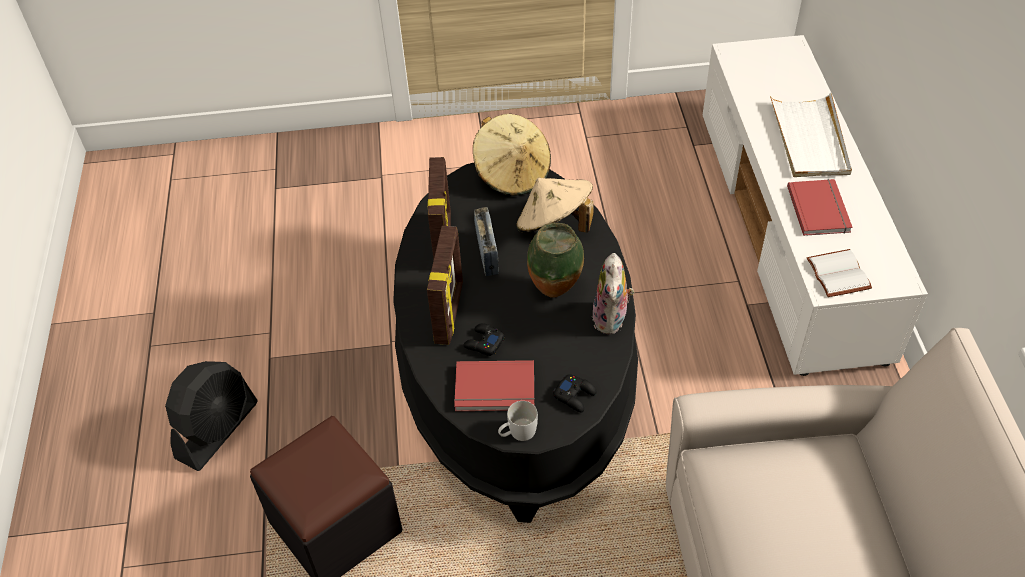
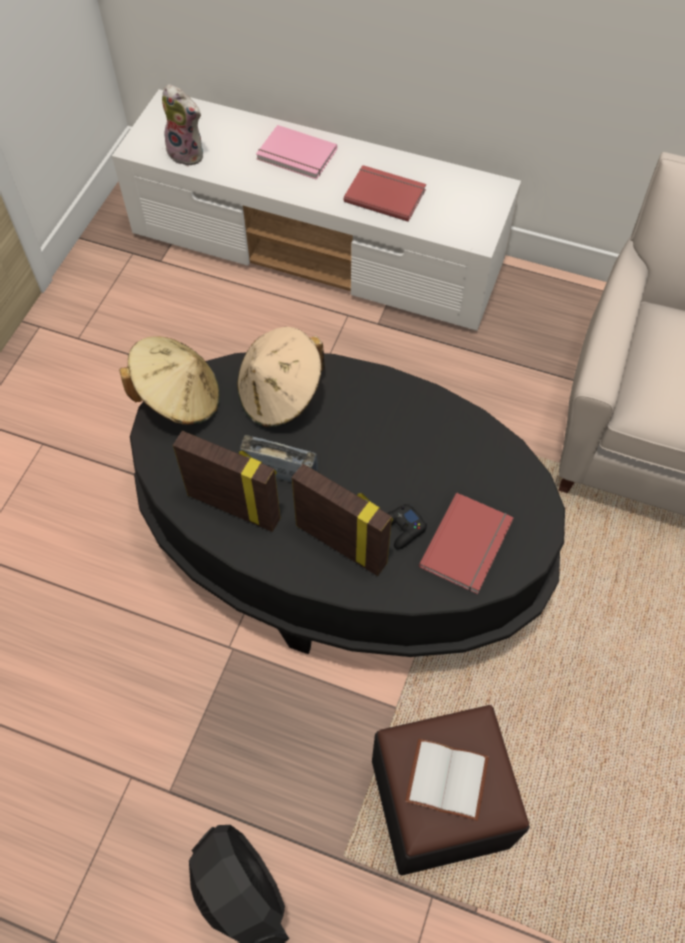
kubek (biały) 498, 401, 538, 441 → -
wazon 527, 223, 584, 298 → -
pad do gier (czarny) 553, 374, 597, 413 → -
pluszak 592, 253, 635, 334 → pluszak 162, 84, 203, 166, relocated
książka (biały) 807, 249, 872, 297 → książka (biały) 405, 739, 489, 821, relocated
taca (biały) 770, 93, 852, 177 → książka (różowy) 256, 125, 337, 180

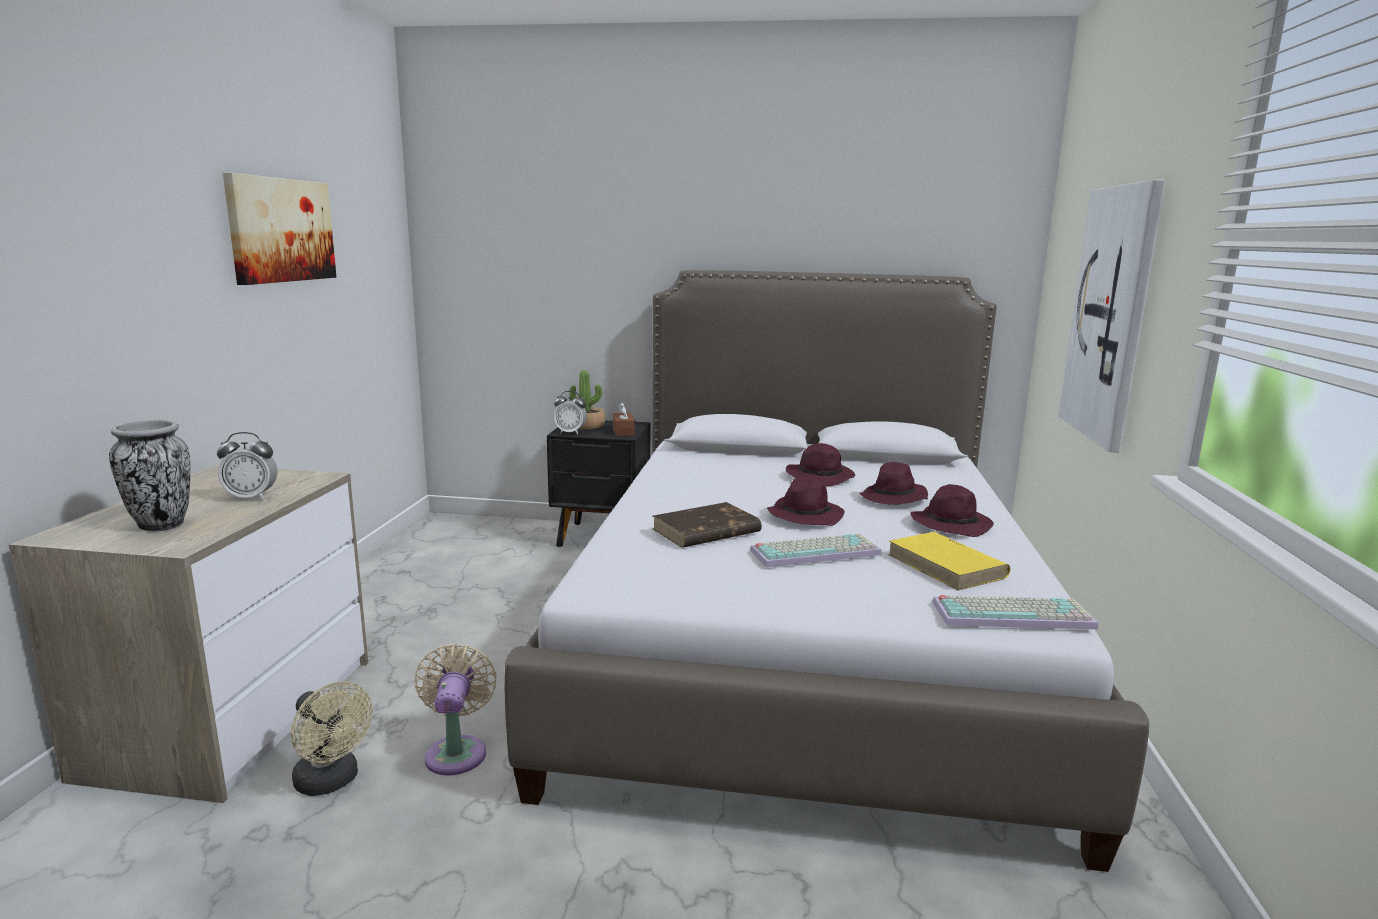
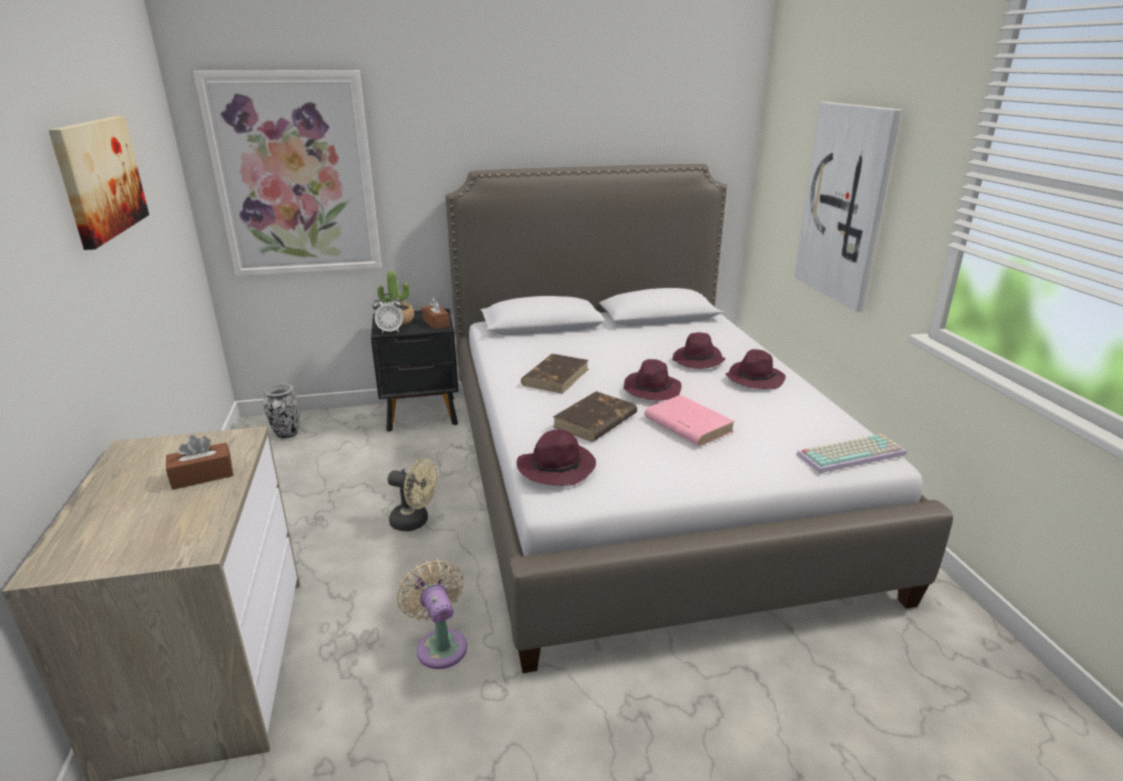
książka (żółty) 888, 532, 1011, 591 → -
- → obraz 193, 70, 382, 276
- → książka (brązowy) 521, 354, 589, 394
wazon 109, 420, 190, 531 → wazon 263, 383, 300, 438, relocated
wentylator (beżowy) 291, 681, 372, 796 → wentylator (beżowy) 388, 458, 437, 531, relocated
kapelusz (fioletowy) 786, 443, 855, 486 → kapelusz (fioletowy) 517, 429, 596, 486, relocated
budzik 217, 432, 278, 501 → pudełko chusteczek (brązowy) 166, 435, 233, 490
klawiatura 750, 533, 882, 567 → książka (różowy) 644, 395, 735, 446

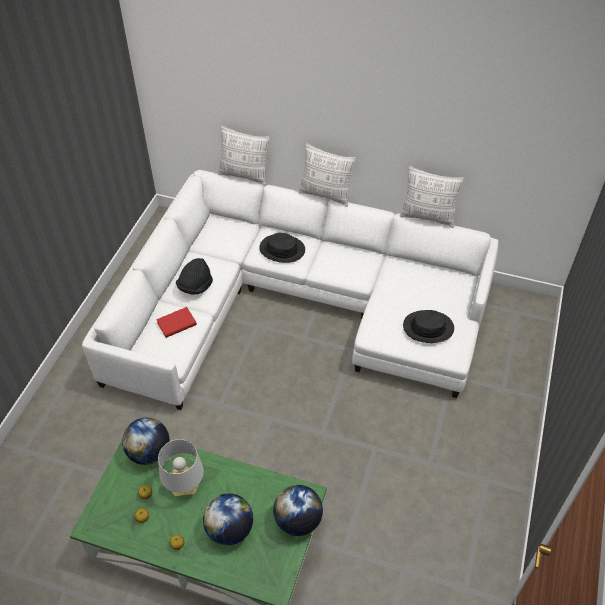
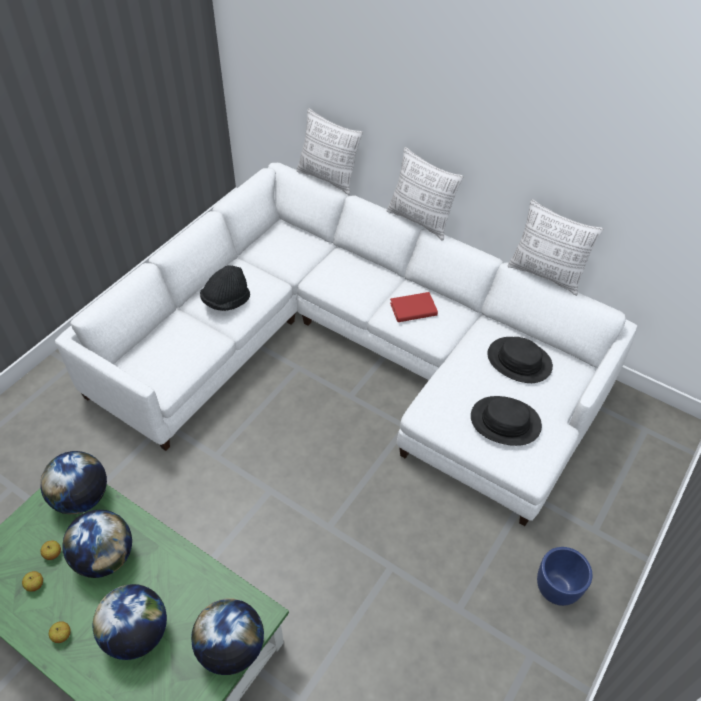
- → donica (niebieski) 537, 547, 592, 606
książka (czerwony) 156, 307, 197, 338 → książka (czerwony) 390, 292, 438, 322, relocated
kapelusz (czarny) 259, 233, 305, 263 → kapelusz (czarny) 487, 337, 553, 383, relocated
lampa stołowa (szary) 158, 439, 204, 496 → globus 62, 510, 132, 578

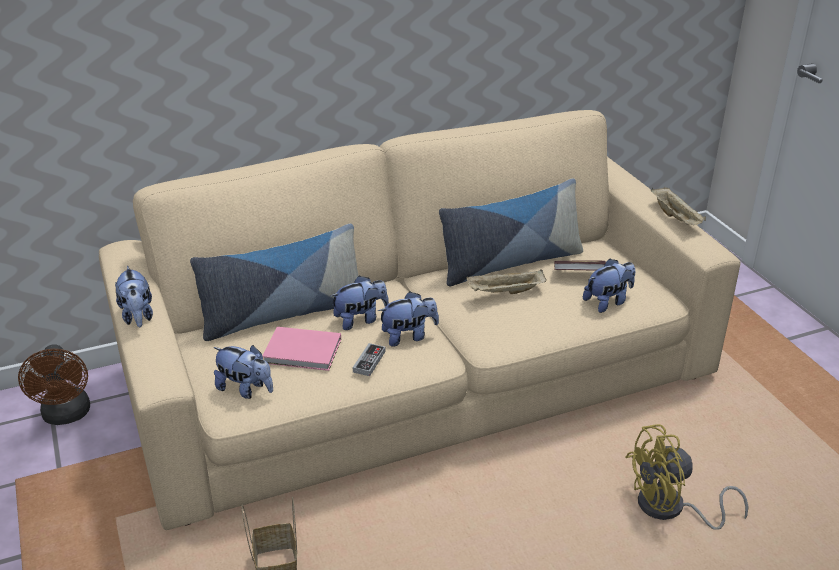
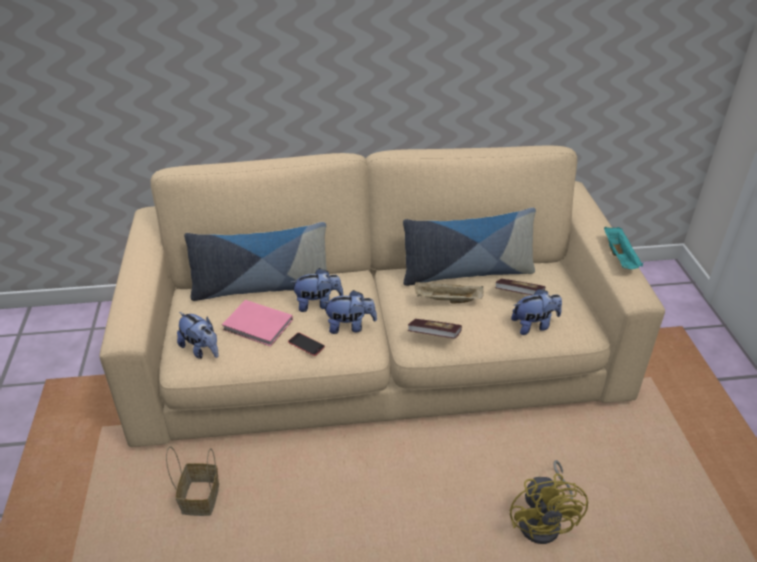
wentylator (brązowy) 18, 344, 90, 425 → -
pluszak 115, 266, 153, 327 → -
- → książka 408, 319, 462, 339
pad do gier 353, 343, 386, 376 → telefon 288, 333, 325, 356
taca (beżowy) 651, 187, 706, 225 → taca (turkusowy) 604, 226, 643, 269
wentylator (żółty) 625, 424, 748, 530 → wentylator (żółty) 510, 460, 588, 544, 90 degrees counterclockwise

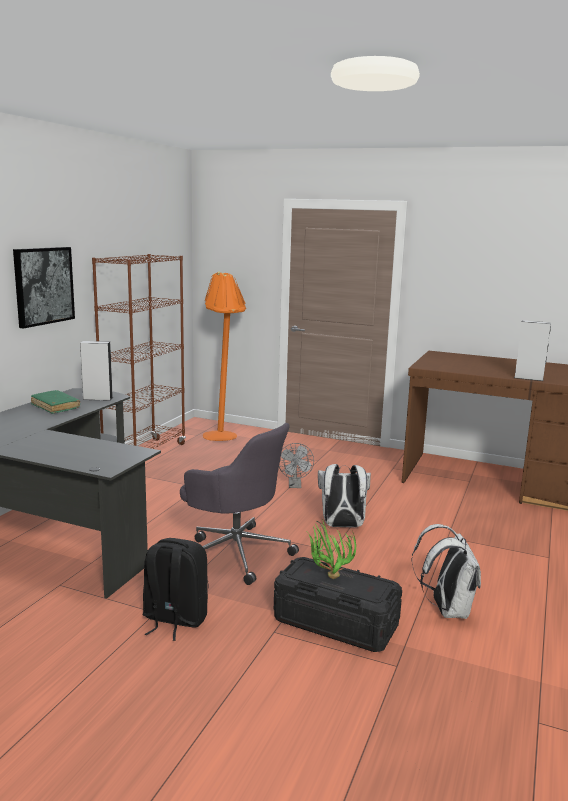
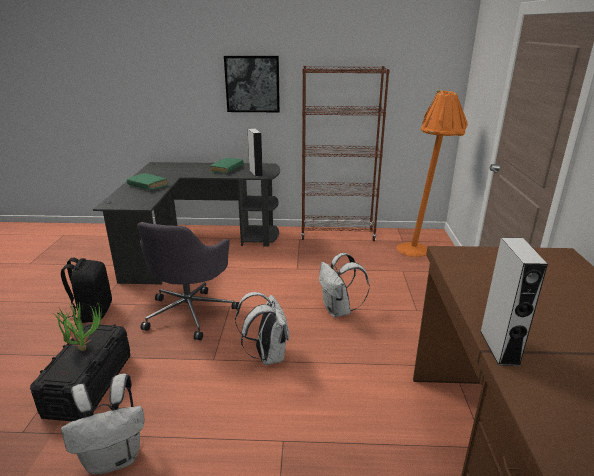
- → książka (zielony) 127, 173, 168, 190
wentylator (szary) 279, 443, 314, 488 → plecak (biały) 319, 253, 370, 318

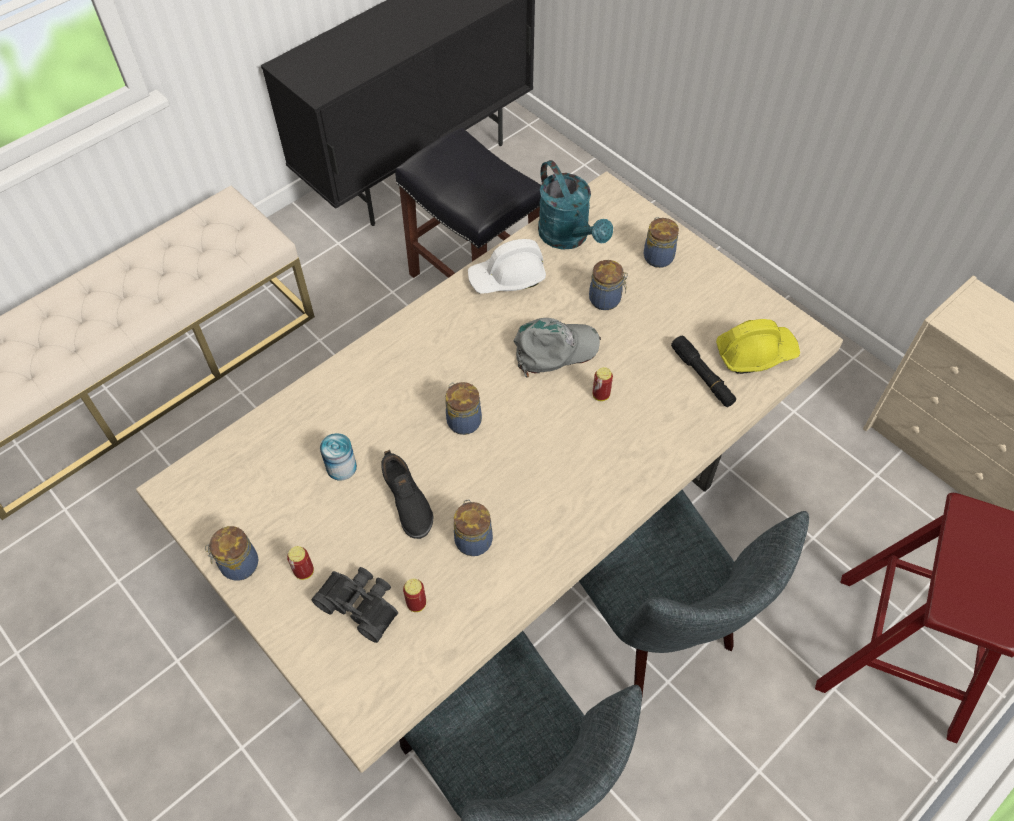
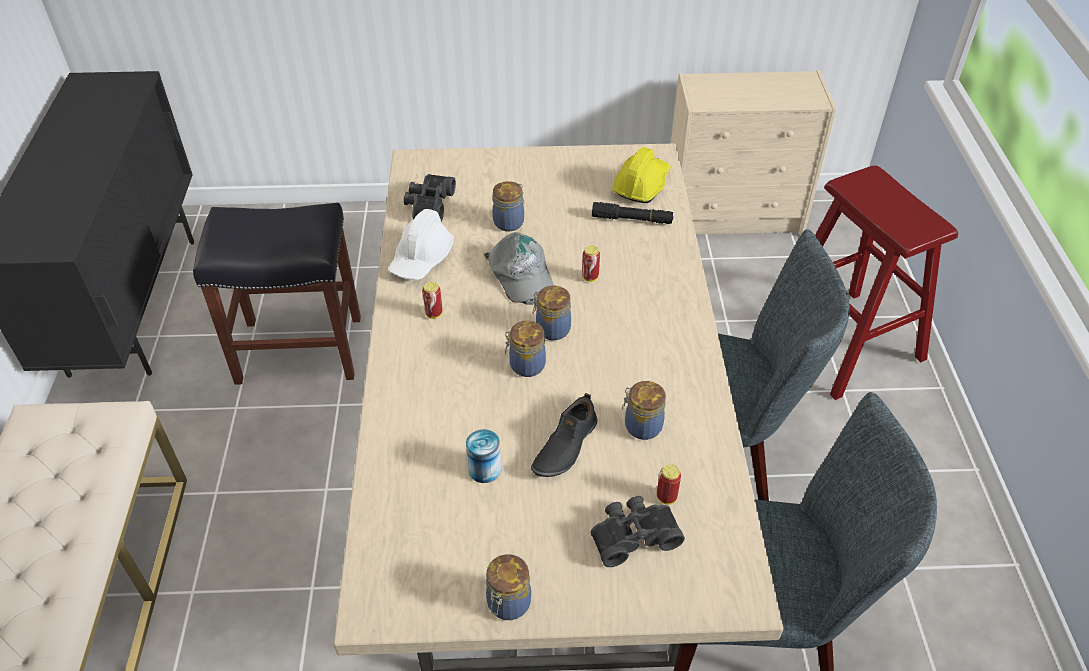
puszka 287, 546, 314, 580 → puszka 422, 282, 443, 319, relocated
słoik 643, 217, 679, 268 → słoik 533, 286, 571, 340, relocated
konewka (turkusowy) 538, 160, 613, 250 → lornetka (czarny) 404, 174, 456, 222
but (czarny) 381, 450, 433, 539 → but (czarny) 531, 393, 597, 477, 105 degrees clockwise
czapka z daszkiem (szary) 514, 318, 601, 378 → czapka z daszkiem (szary) 484, 232, 554, 305, 135 degrees clockwise

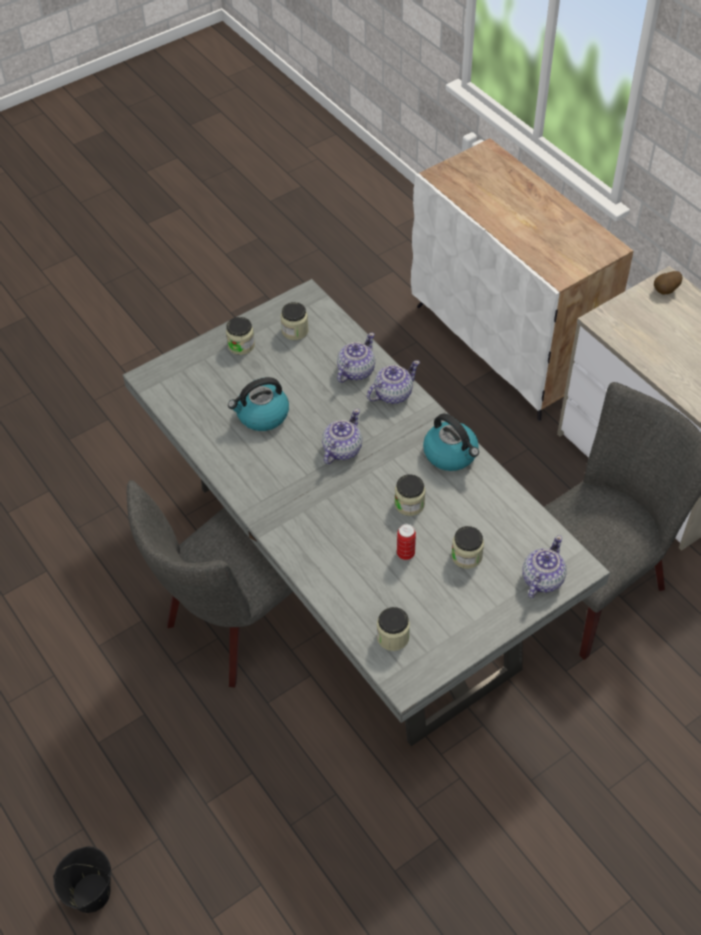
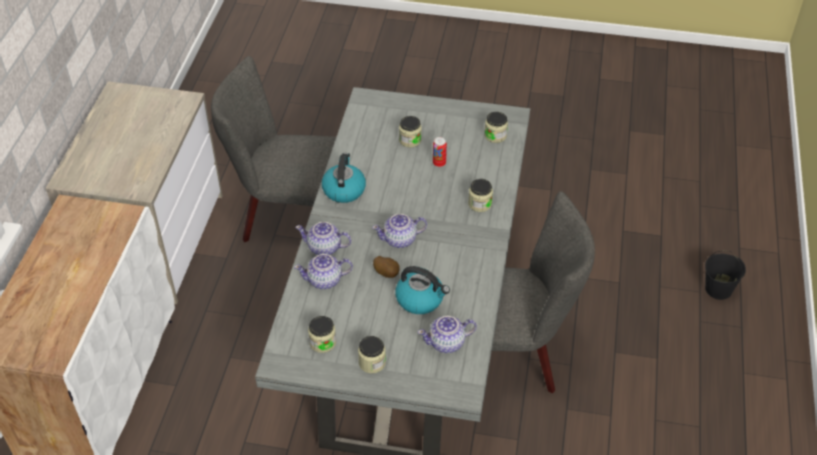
słoik 395, 474, 426, 516 → słoik 468, 179, 493, 212, relocated
imbryk 522, 535, 567, 598 → imbryk 418, 316, 477, 353, relocated
ziemniak 654, 271, 682, 294 → ziemniak 373, 256, 400, 278, relocated

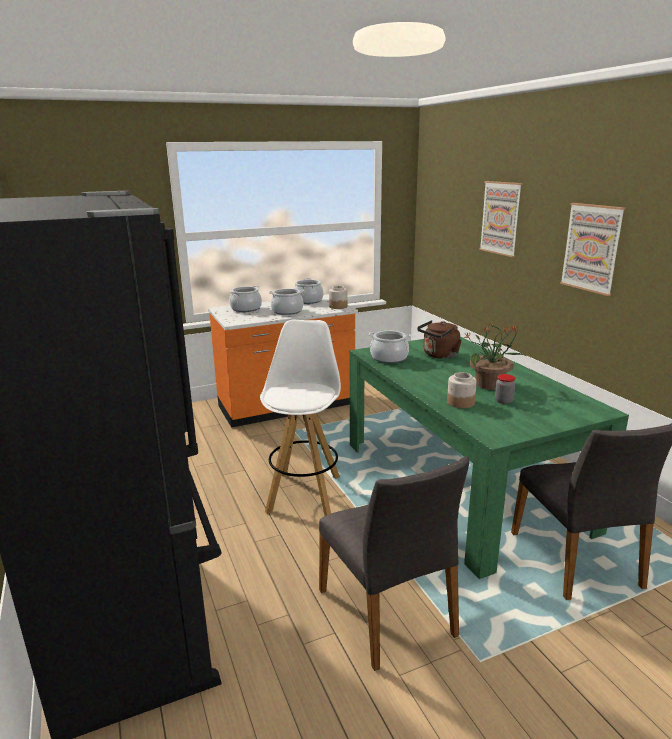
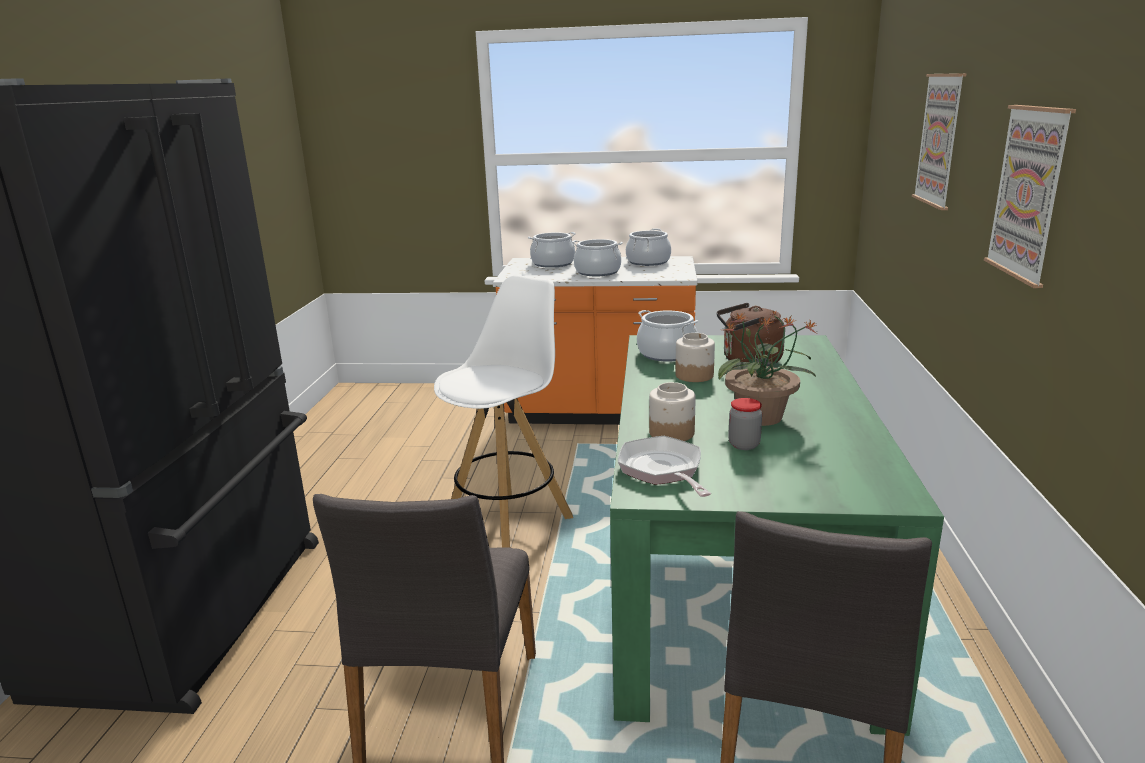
- → patelnia 618, 436, 711, 497
słoik 329, 286, 348, 309 → słoik 675, 333, 715, 382, relocated

